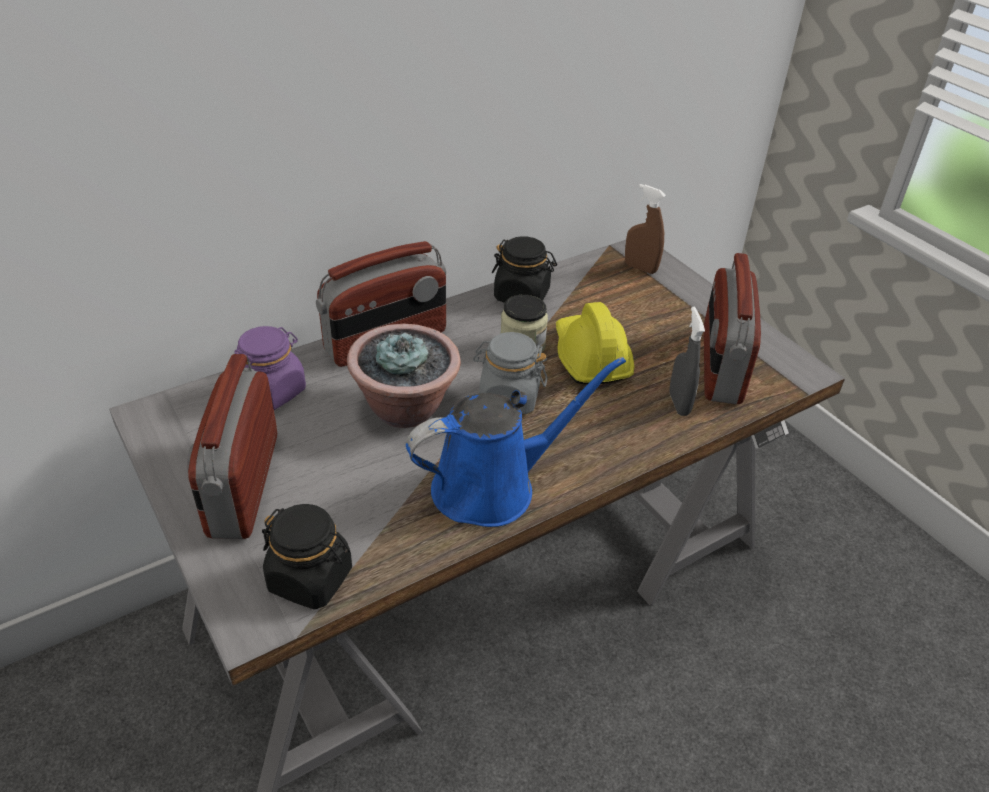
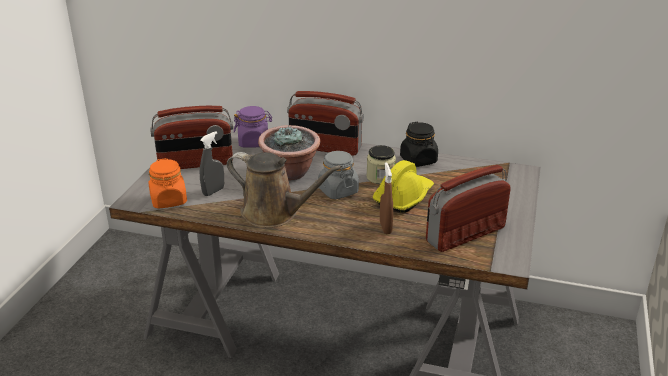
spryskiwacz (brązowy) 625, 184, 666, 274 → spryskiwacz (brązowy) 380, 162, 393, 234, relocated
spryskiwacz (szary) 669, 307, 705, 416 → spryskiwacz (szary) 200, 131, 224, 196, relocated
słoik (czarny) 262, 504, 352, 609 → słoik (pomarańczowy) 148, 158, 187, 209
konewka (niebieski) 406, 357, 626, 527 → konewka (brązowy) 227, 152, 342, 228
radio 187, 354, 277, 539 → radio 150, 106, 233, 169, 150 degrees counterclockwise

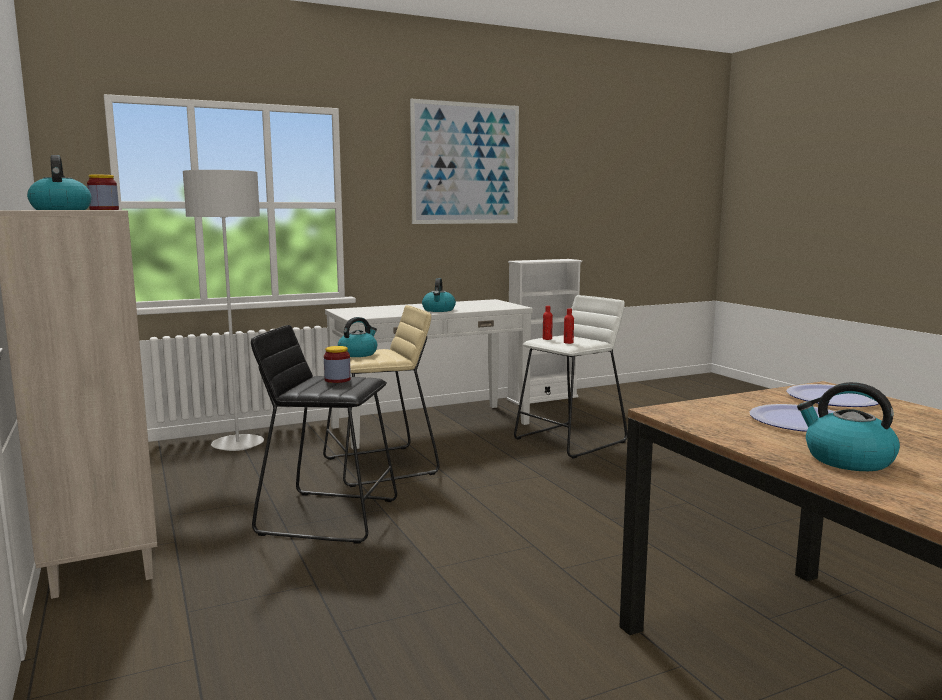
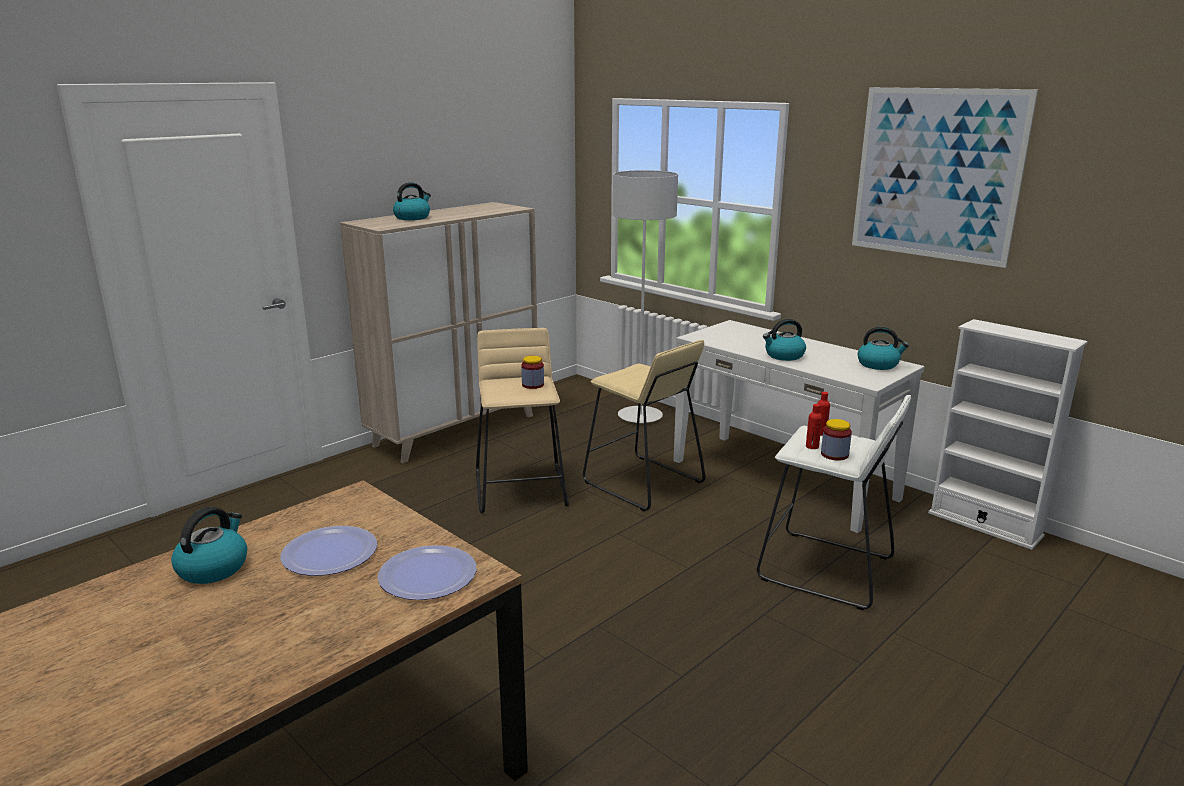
słoik 87, 175, 119, 210 → słoik 821, 419, 852, 461, relocated
czajnik 338, 317, 377, 357 → czajnik 857, 327, 909, 370, relocated
stołek (czarny) 251, 325, 397, 544 → stołek (beżowy) 476, 328, 569, 513

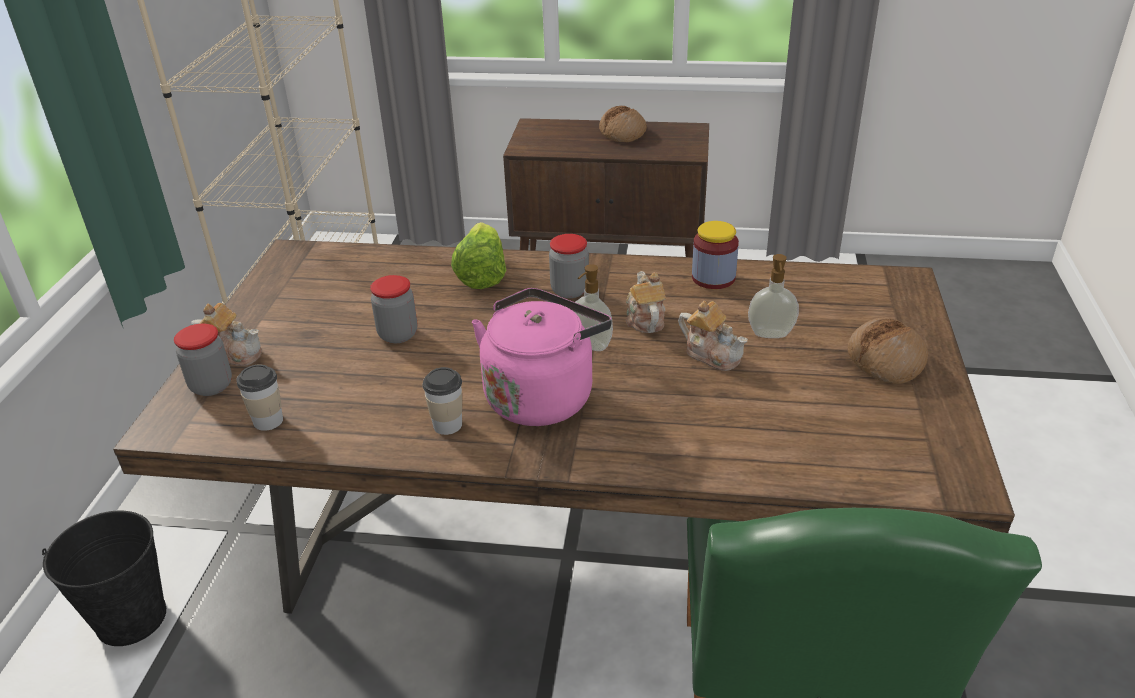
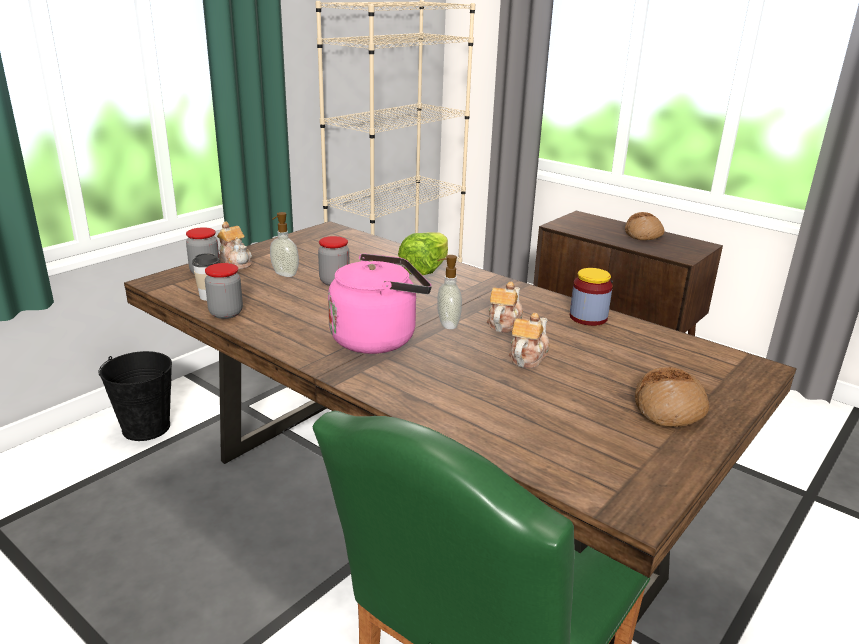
filiżanka 422, 367, 462, 435 → -
słoik 549, 234, 589, 298 → słoik 205, 263, 243, 319, relocated
dozownik mydła 748, 254, 799, 338 → dozownik mydła 270, 212, 299, 277, relocated
imbryk 678, 301, 748, 371 → imbryk 509, 313, 550, 369, 135 degrees counterclockwise

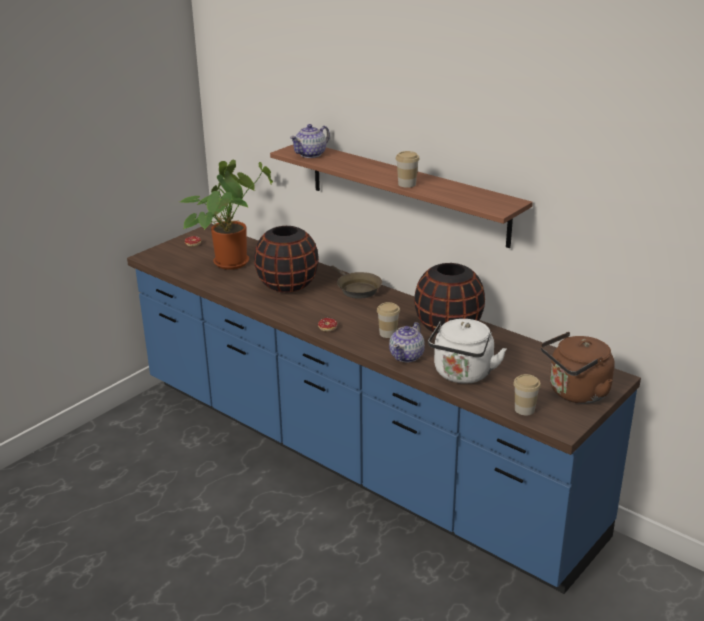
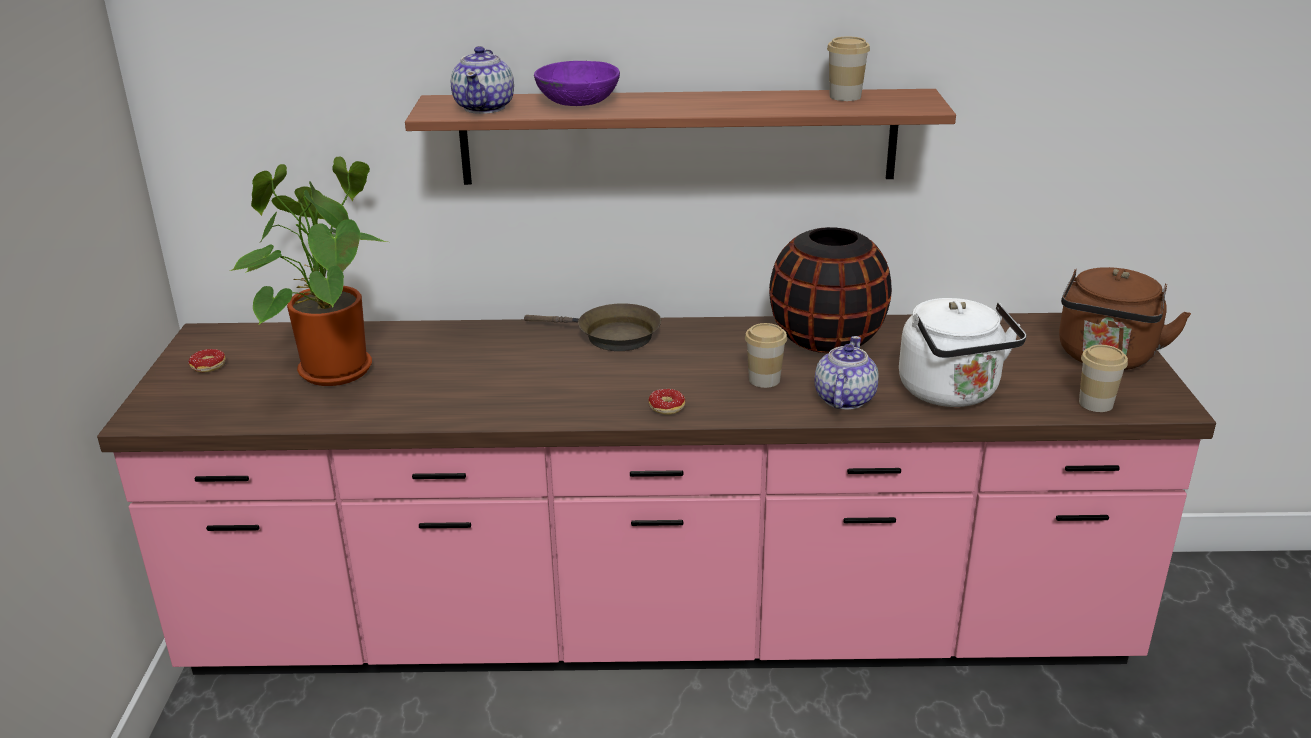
wazon (czarny) 254, 226, 319, 293 → -
- → miska (fioletowy) 534, 61, 620, 106
filiżanka 396, 151, 420, 188 → filiżanka 827, 37, 870, 101, relocated
zabudowa kuchenna (niebieski) 127, 223, 641, 594 → zabudowa kuchenna (różowy) 97, 313, 1216, 675
imbryk 389, 322, 425, 362 → imbryk 814, 336, 879, 410, 150 degrees counterclockwise

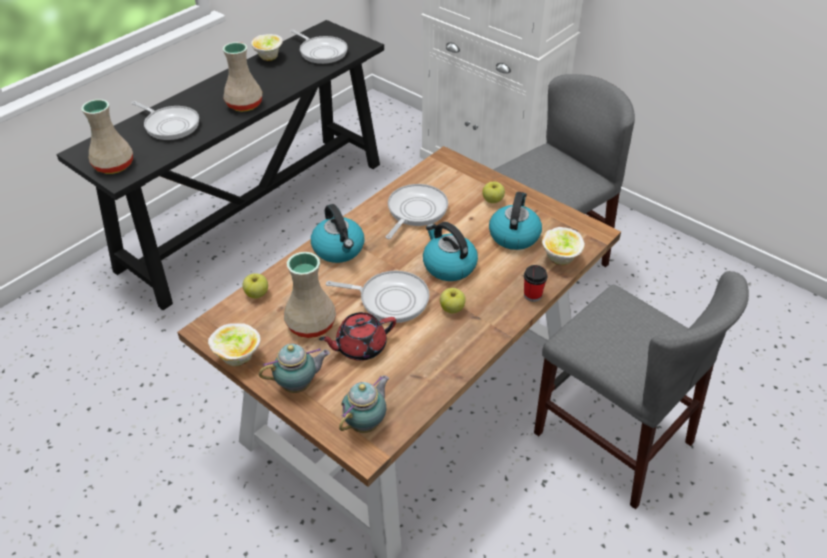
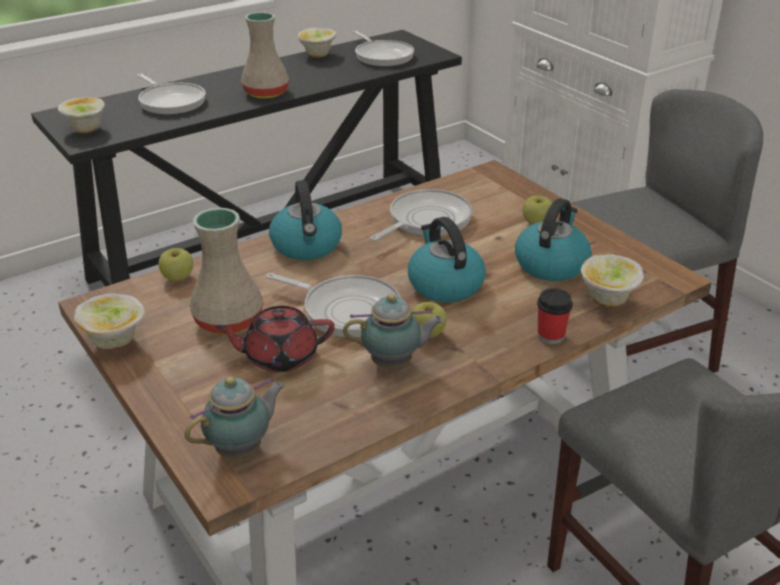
imbryk 259, 344, 330, 393 → imbryk 343, 294, 444, 369, relocated
wazon (beżowy) 81, 99, 133, 174 → miska 58, 97, 105, 133

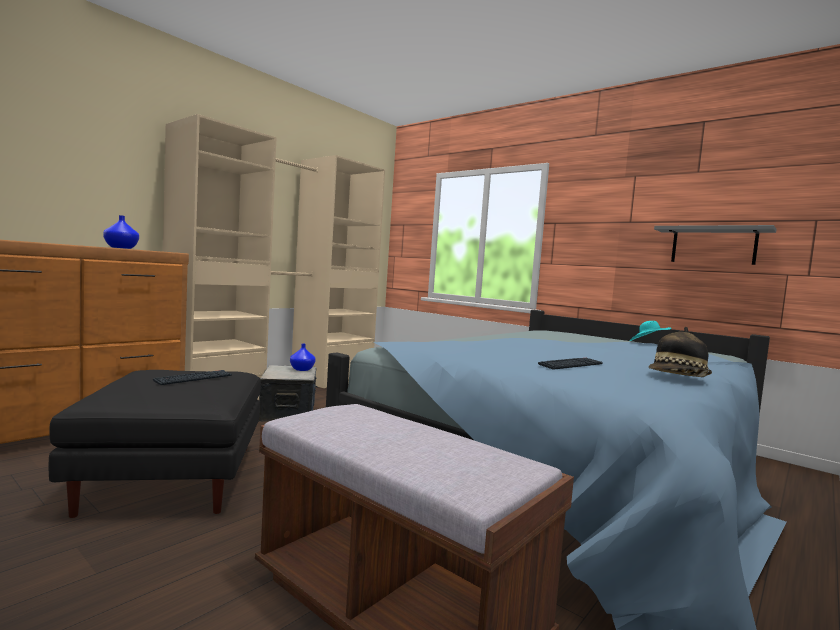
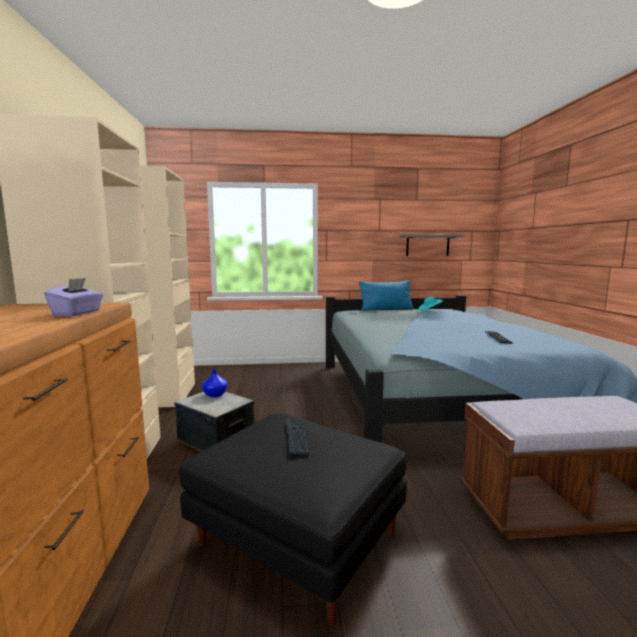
kapelusz 648, 327, 712, 377 → -
- → poduszka (niebieski) 359, 280, 414, 311
wazon (niebieski) 103, 215, 139, 249 → pudełko chusteczek (fioletowy) 44, 278, 103, 316

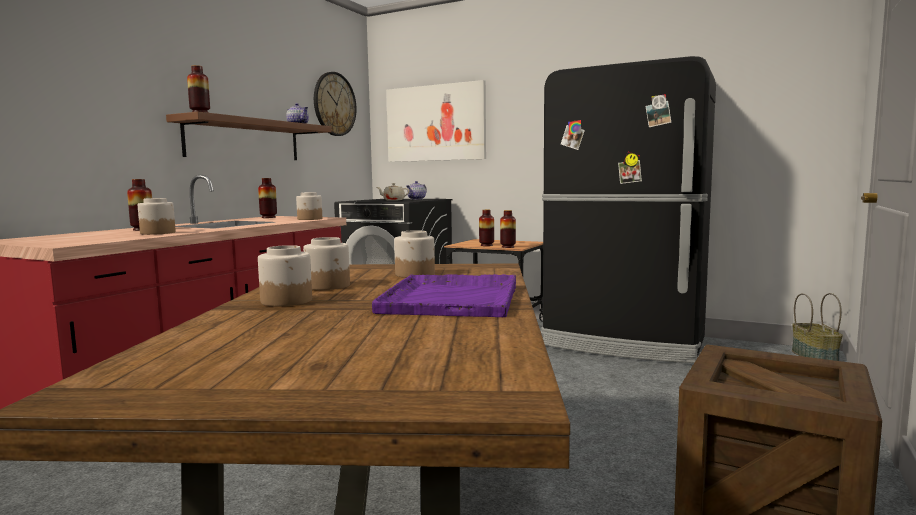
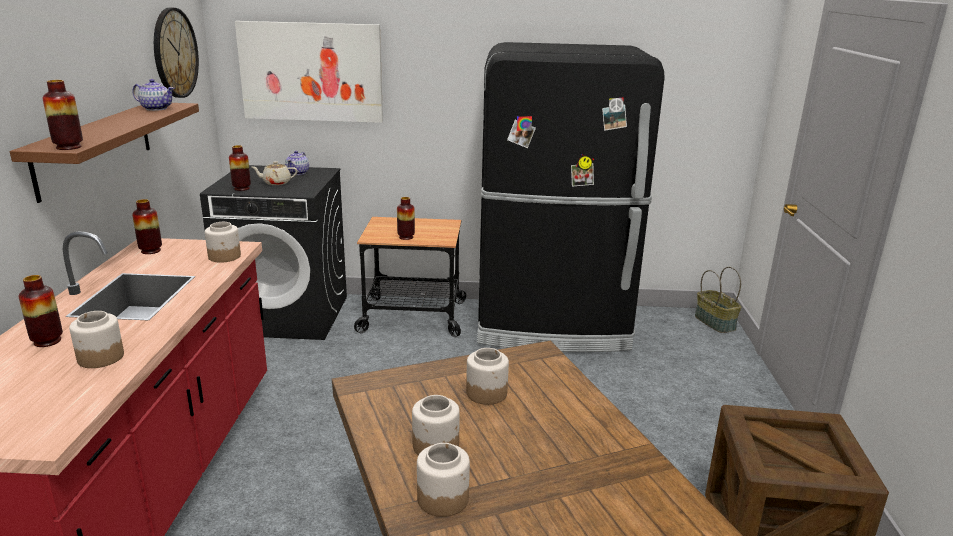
taca (fioletowy) 372, 274, 516, 317 → -
wazon 500, 210, 516, 248 → wazon 229, 145, 251, 191, relocated

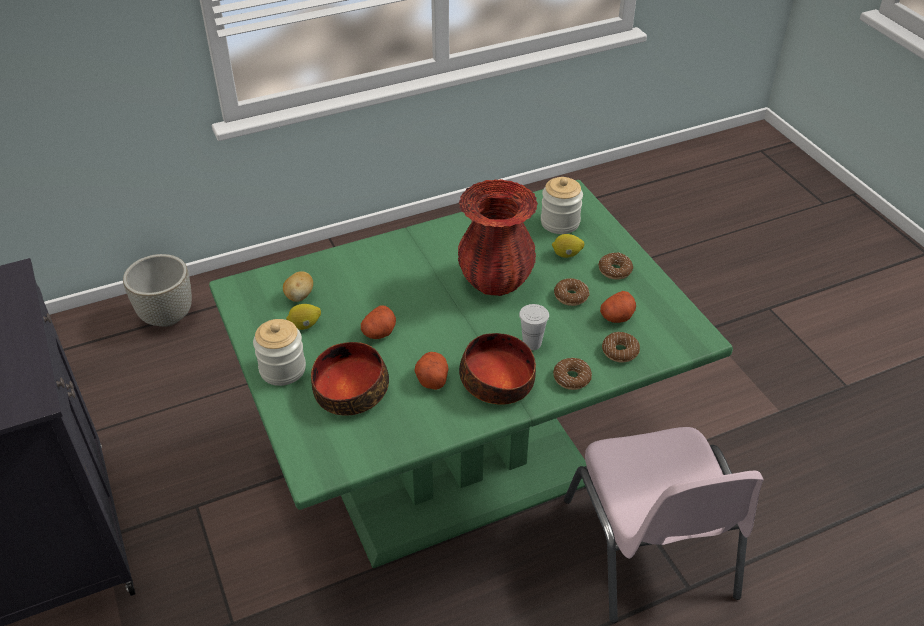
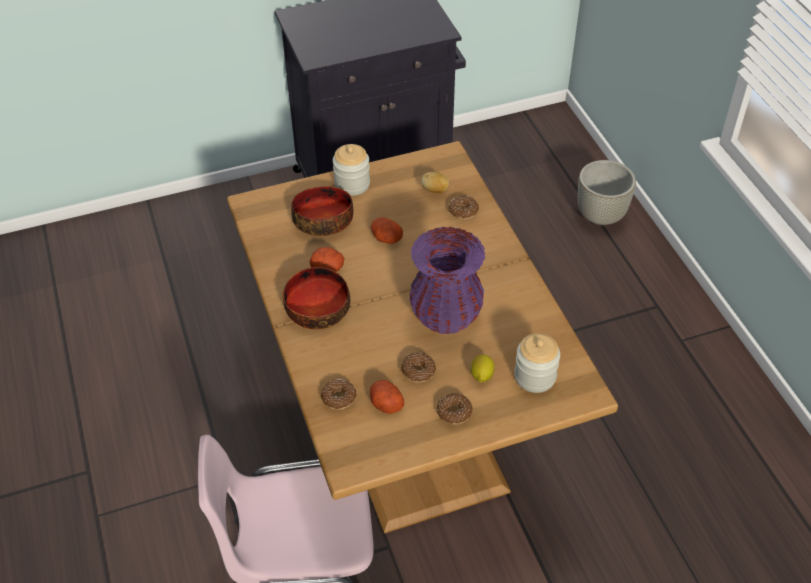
cytryna 286, 304, 321, 330 → -
filiżanka (biały) 519, 304, 549, 350 → -
donut 553, 358, 592, 390 → donut 449, 196, 479, 220, relocated
stół jadalny (zielony) 209, 180, 733, 568 → stół jadalny (brązowy) 227, 141, 618, 534
wazon (czerwony) 458, 179, 538, 296 → wazon (fioletowy) 410, 227, 485, 334

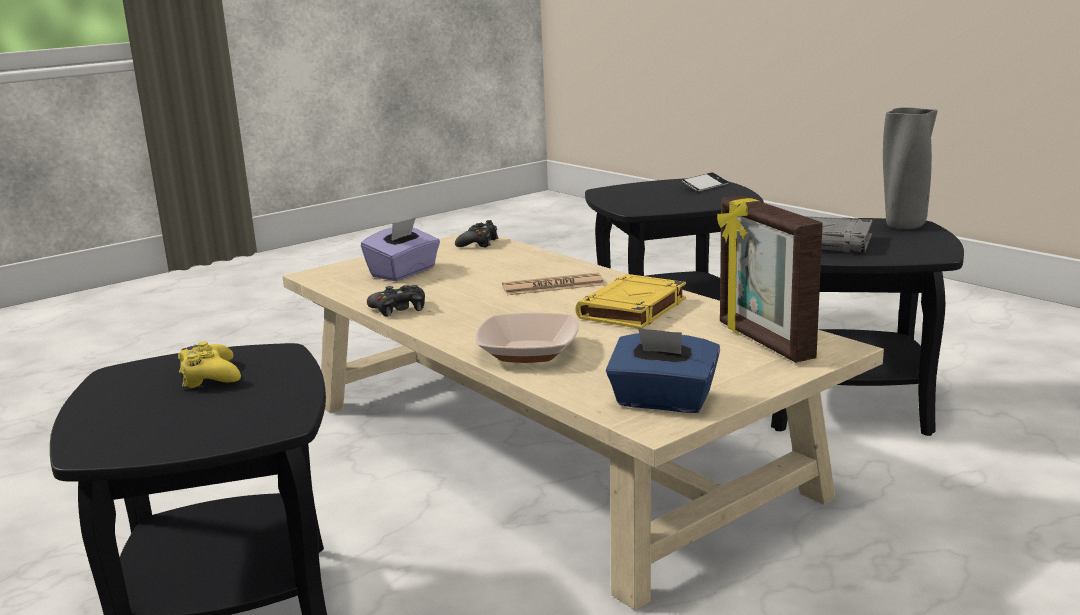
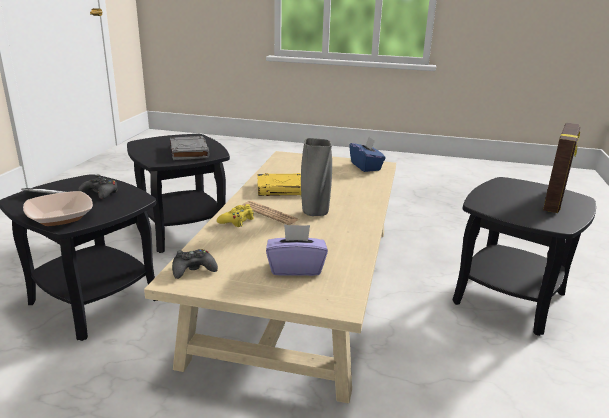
pad do gier (żółty) 178, 342, 241, 388 → pad do gier (żółty) 217, 204, 254, 227, relocated
pad do gier (czarny) 367, 285, 425, 317 → pad do gier (czarny) 78, 175, 118, 199, relocated
miska 475, 312, 578, 363 → miska 23, 191, 93, 226, relocated
ramka na zdjęcie 717, 195, 823, 363 → ramka na zdjęcie 543, 123, 580, 213, relocated
wazon (szary) 883, 108, 938, 229 → wazon (szary) 301, 138, 332, 216, relocated

